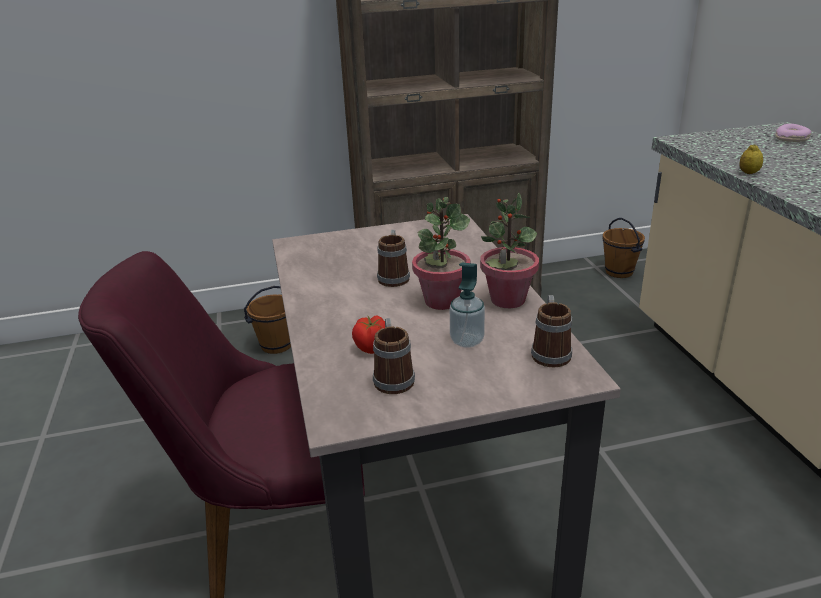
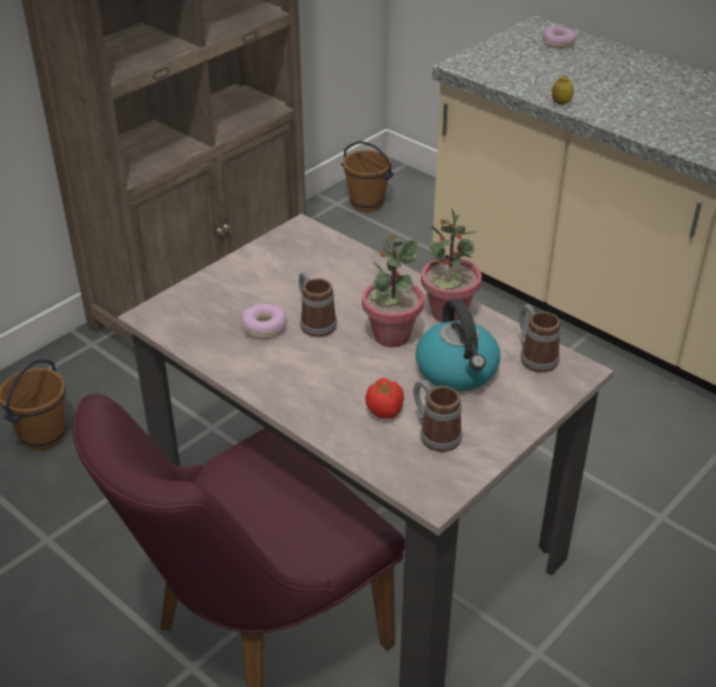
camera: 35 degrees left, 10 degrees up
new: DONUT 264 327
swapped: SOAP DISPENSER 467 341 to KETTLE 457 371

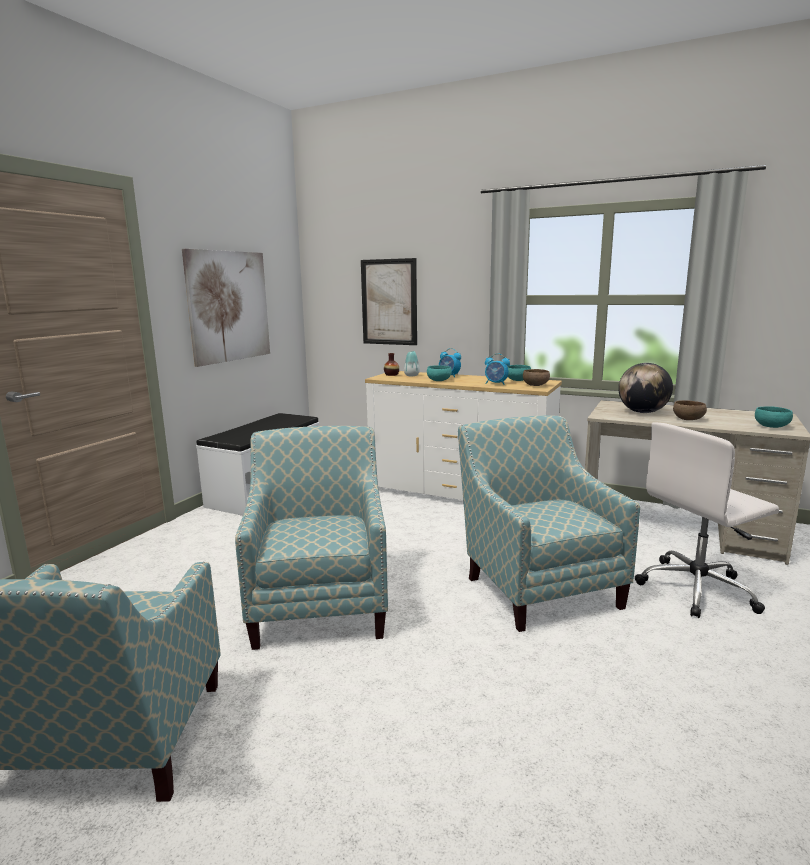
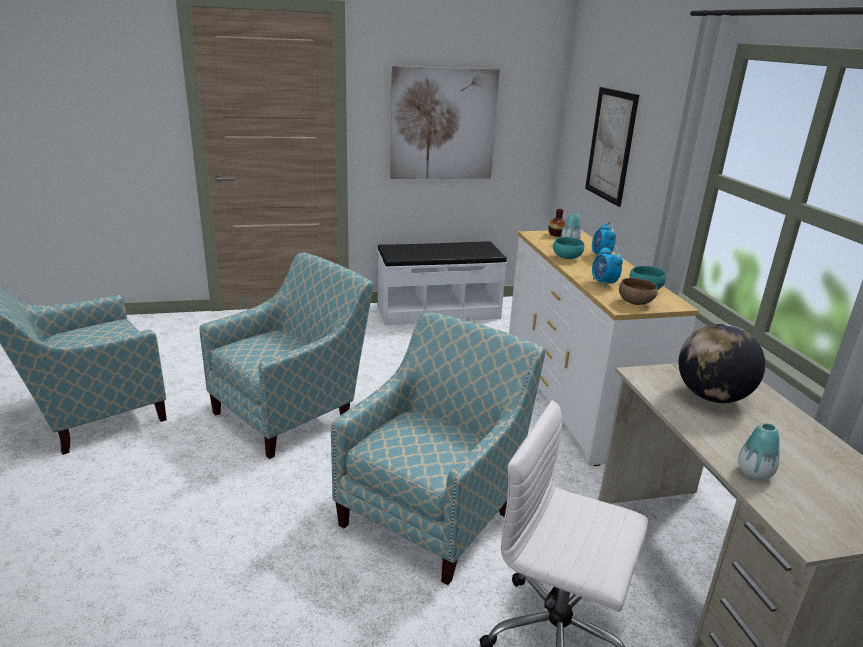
camera: 50 degrees right, 10 degrees up
gone: BROWN BOWL 688 419; TURQUOISE BOWL 771 426
new: VASE 754 473

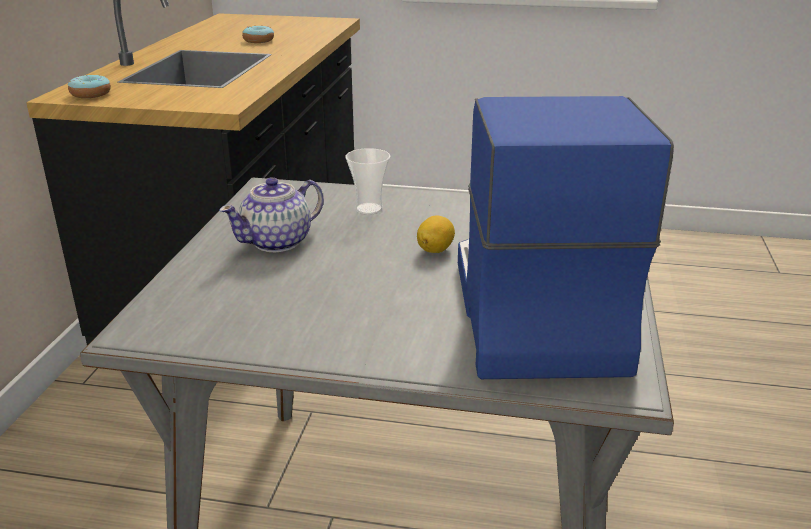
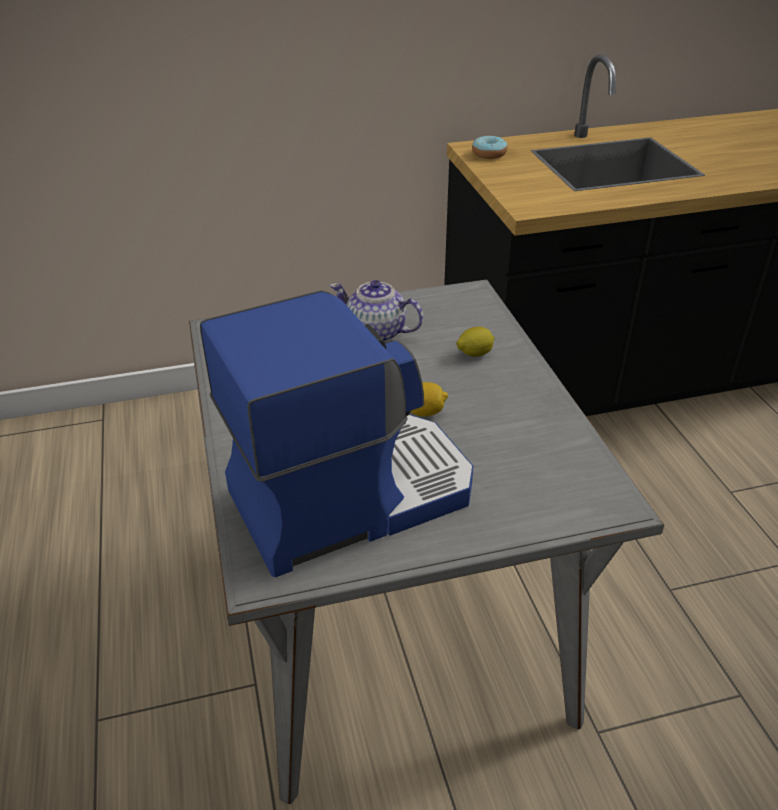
camera: 65 degrees right, 10 degrees up
gone: DONUT 258 41
swapped: CUP 369 209 to LEMON 474 354

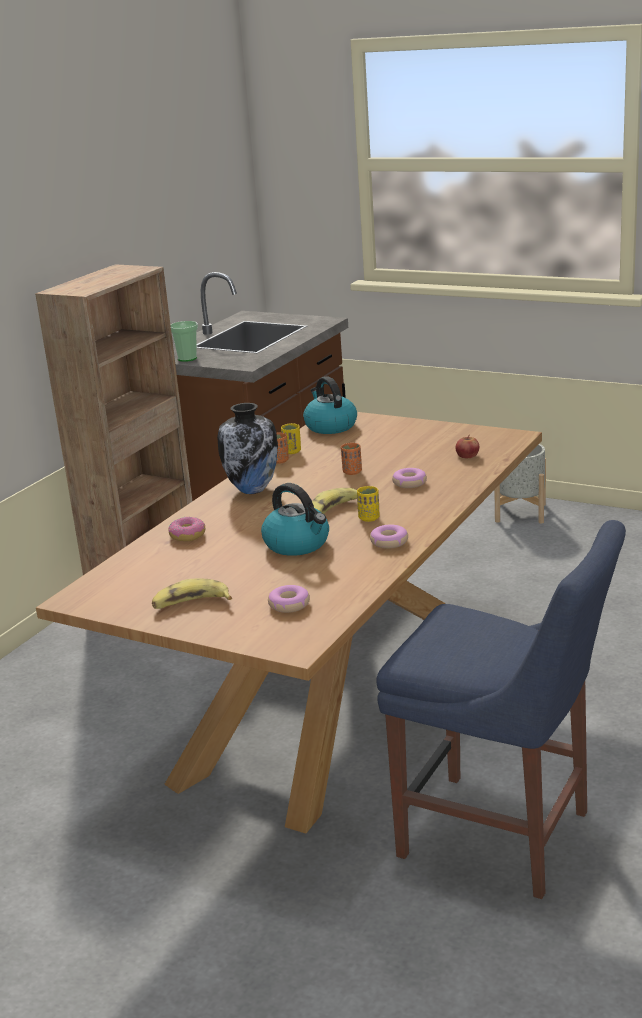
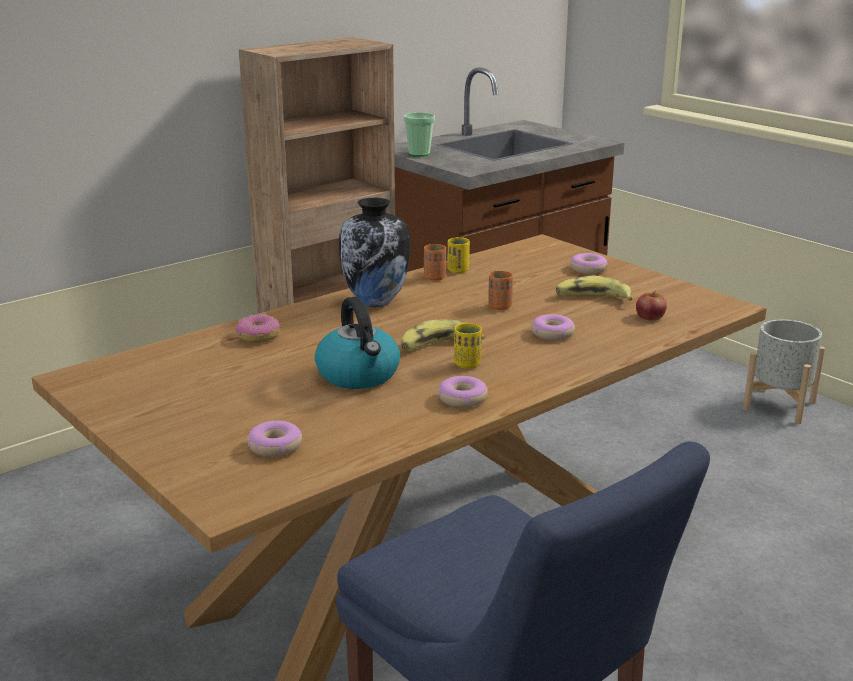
camera: 20 degrees right, 0 degrees up
gone: KETTLE 330 426
new: DONUT 588 269
shifted: BANANA 191 604 to 592 298

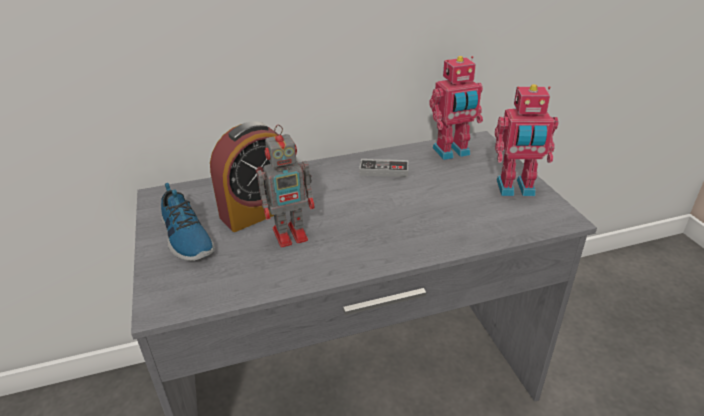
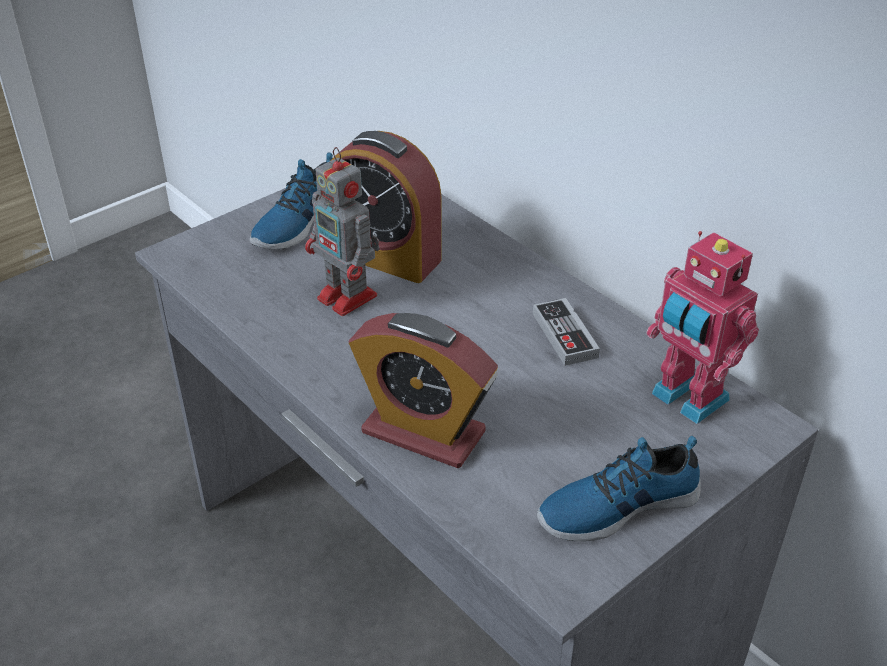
camera: 65 degrees right, 5 degrees up
new: ALARM CLOCK 423 432
swapped: TOY ROBOT 516 189 to SHOE 617 505

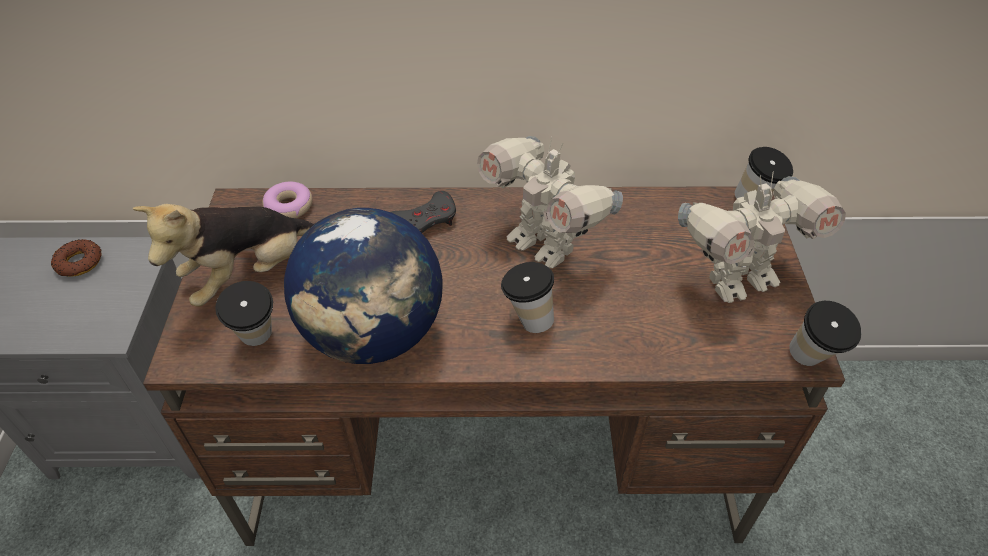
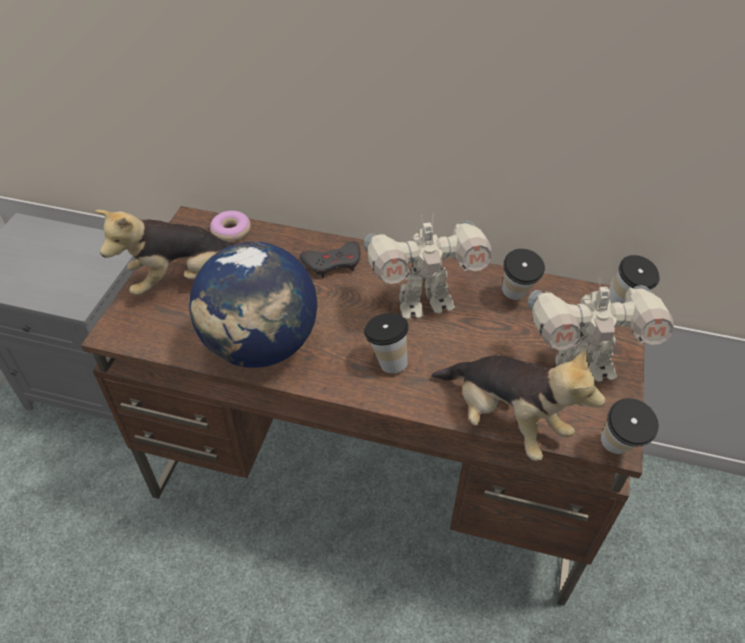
camera: 15 degrees right, 0 degrees up
gone: DONUT 79 262
new: PLUSH TOY 504 420
shifted: CUP 258 342 to 516 297
rotated: TOY ROBOT 543 244 = 423 302 75 degrees counterclockwise

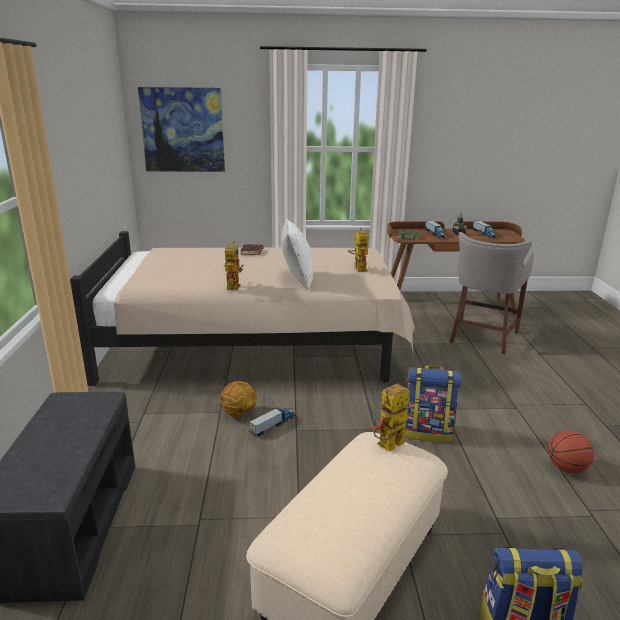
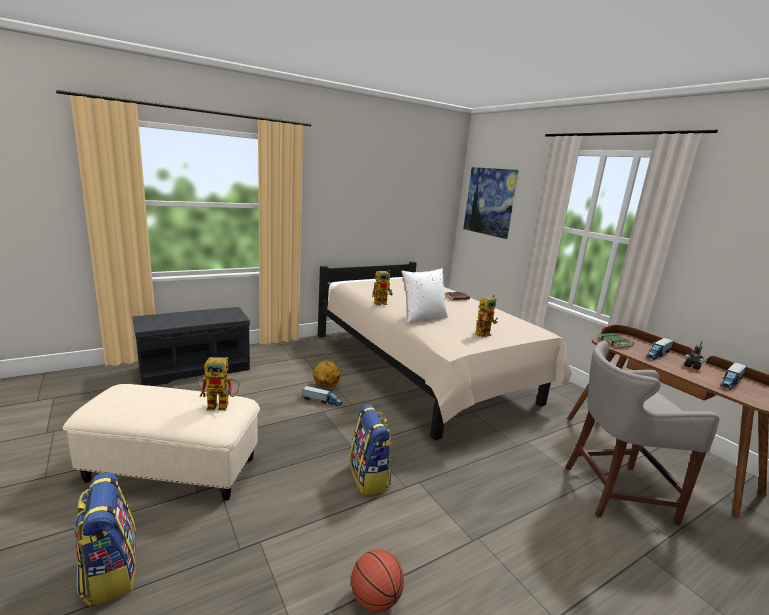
camera: 60 degrees right, 5 degrees down
rotated: TOY ROBOT 388 447 = 223 405 150 degrees clockwise

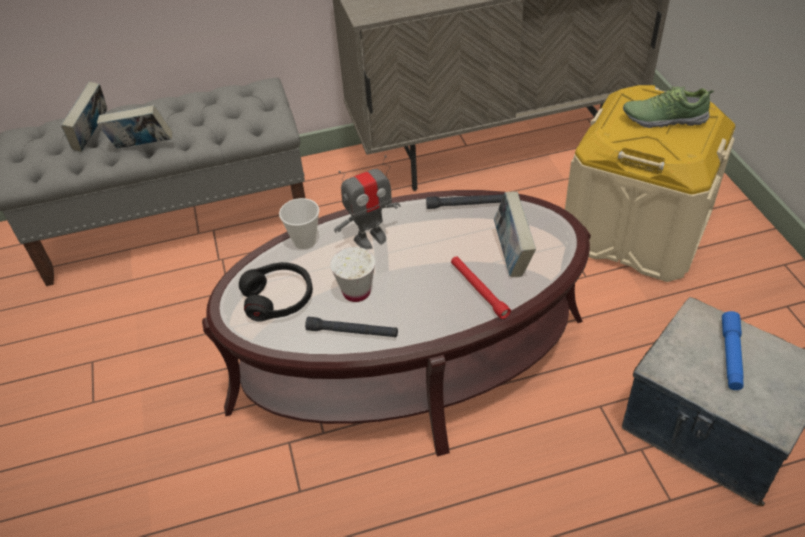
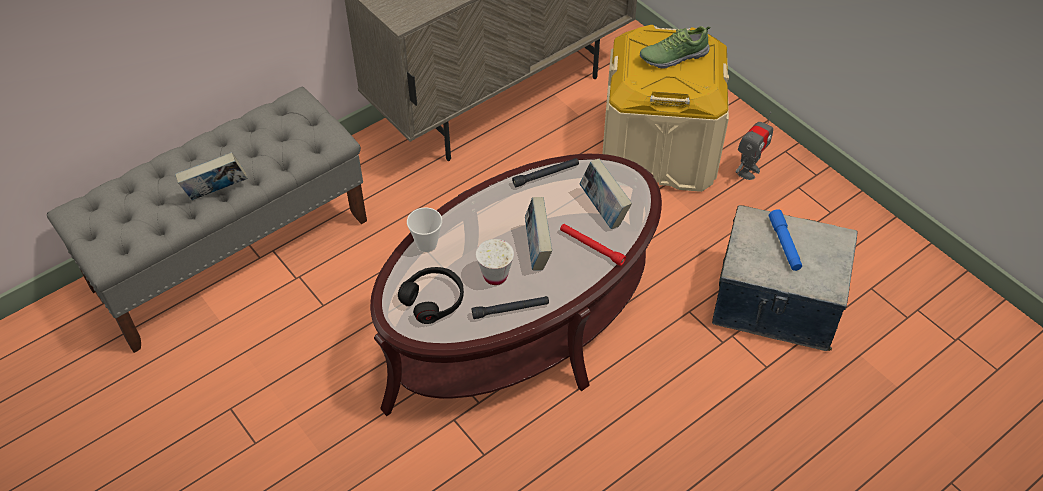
camera: 25 degrees left, 5 degrees up
shifted: BOOK 93 137 to 537 250; TOY ROBOT 370 238 to 748 171

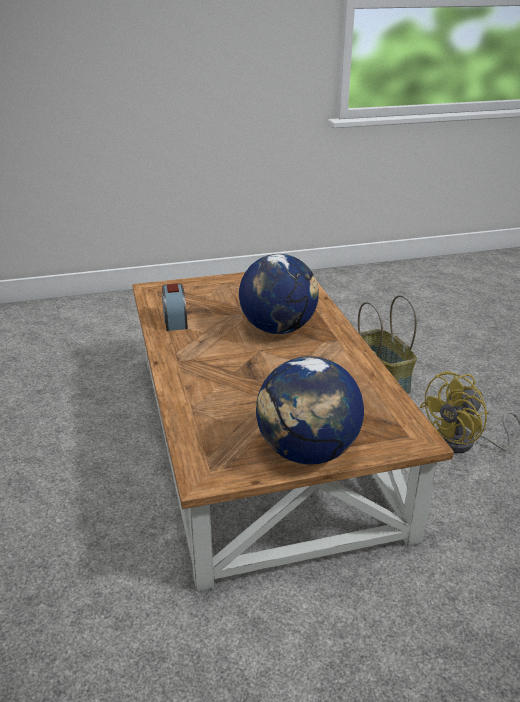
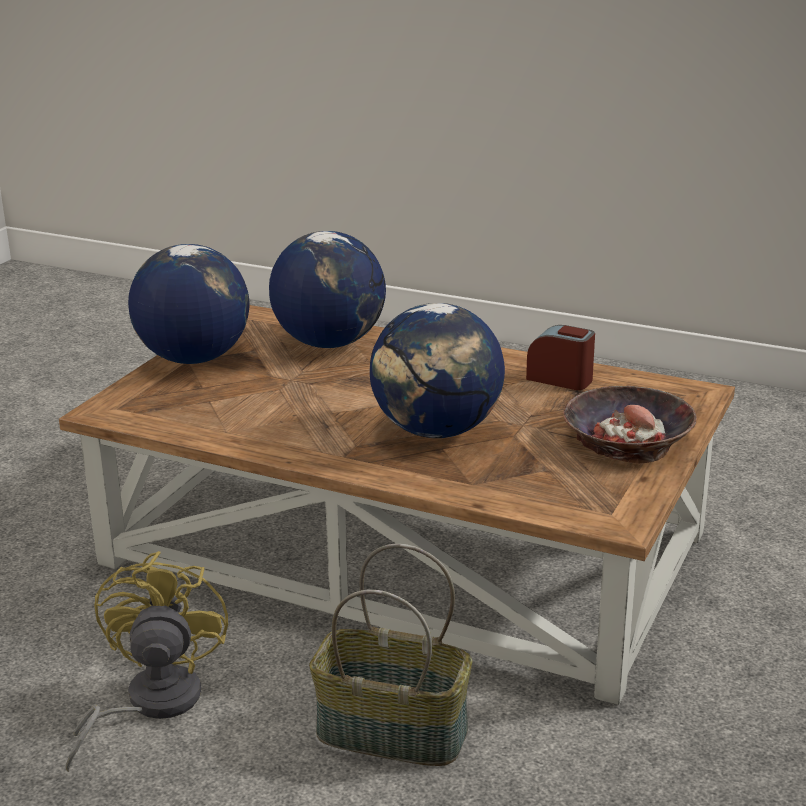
camera: 130 degrees right, 5 degrees down
new: GLOBE 329 343; BOWL 627 439

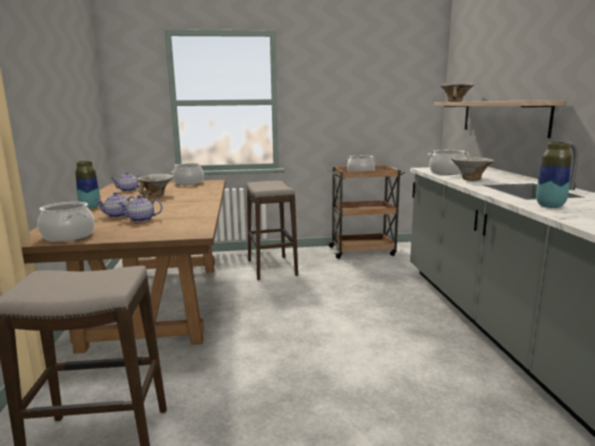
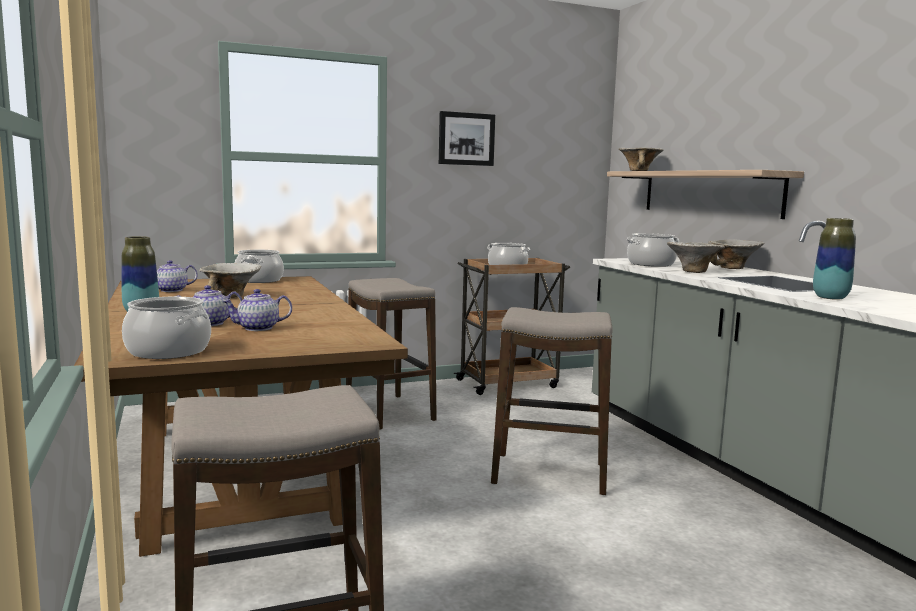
camera: 15 degrees left, 5 degrees down
new: PICTURE 466 139; BOWL 732 268; STOOL 549 474

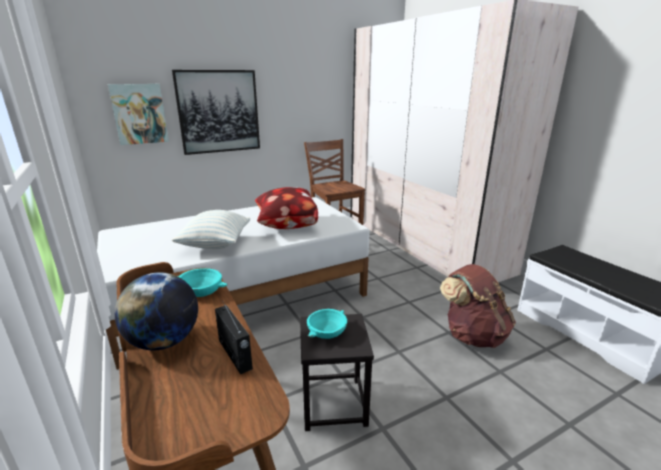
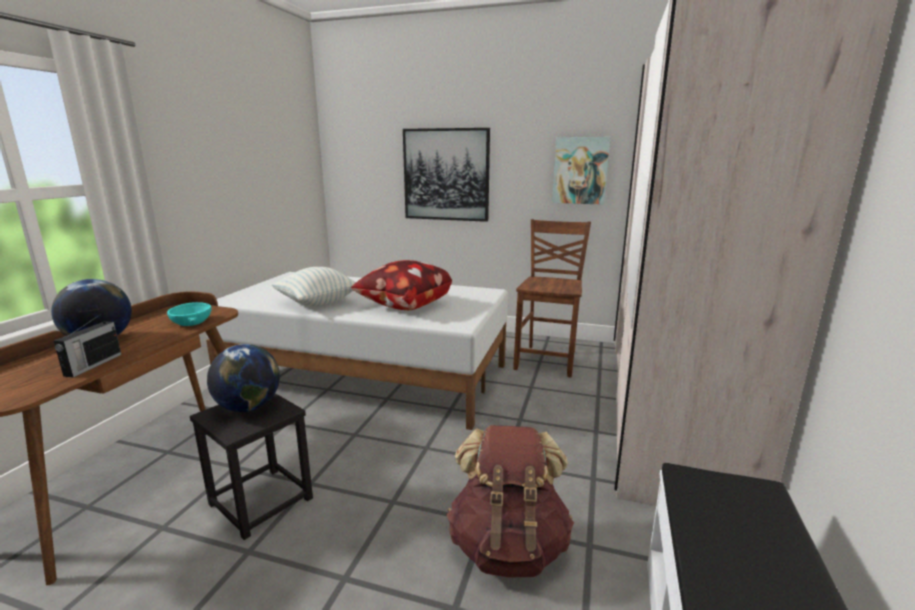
camera: 45 degrees right, 5 degrees down
shifted: PICTURE 139 114 to 580 170
swapped: TURQUOISE BOWL 326 331 to GLOBE 249 407

